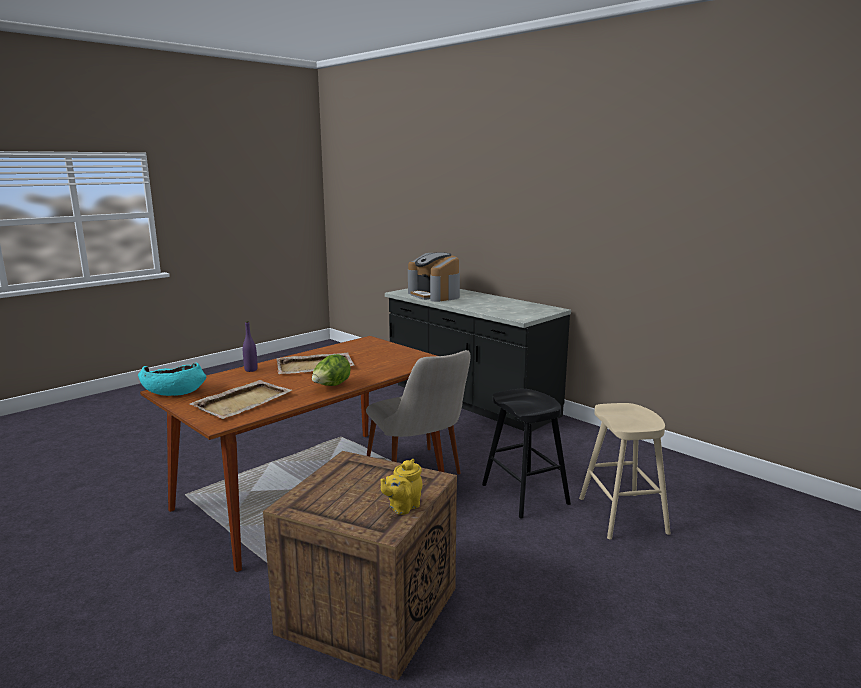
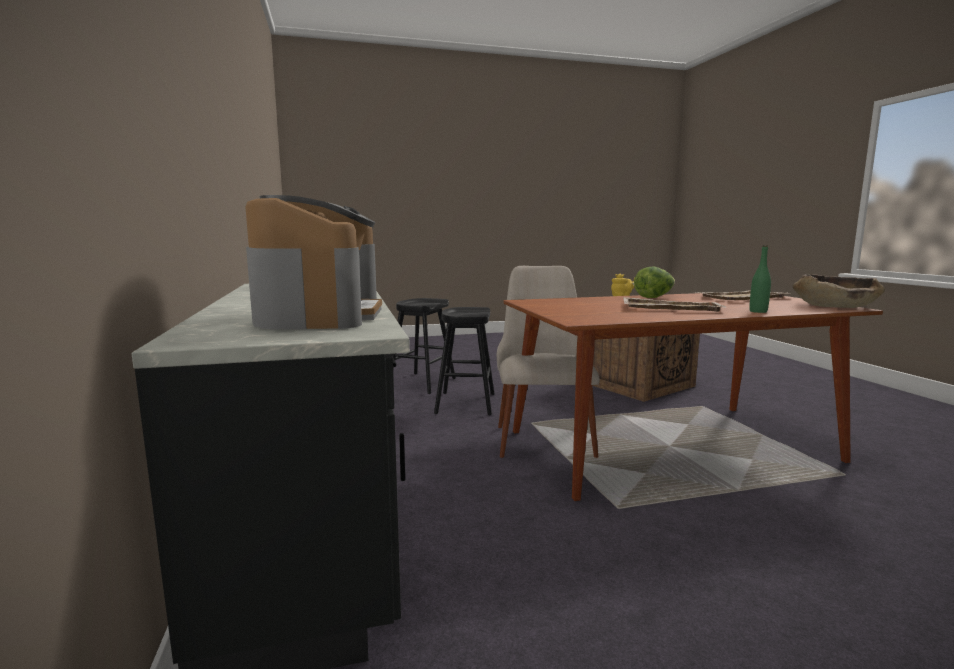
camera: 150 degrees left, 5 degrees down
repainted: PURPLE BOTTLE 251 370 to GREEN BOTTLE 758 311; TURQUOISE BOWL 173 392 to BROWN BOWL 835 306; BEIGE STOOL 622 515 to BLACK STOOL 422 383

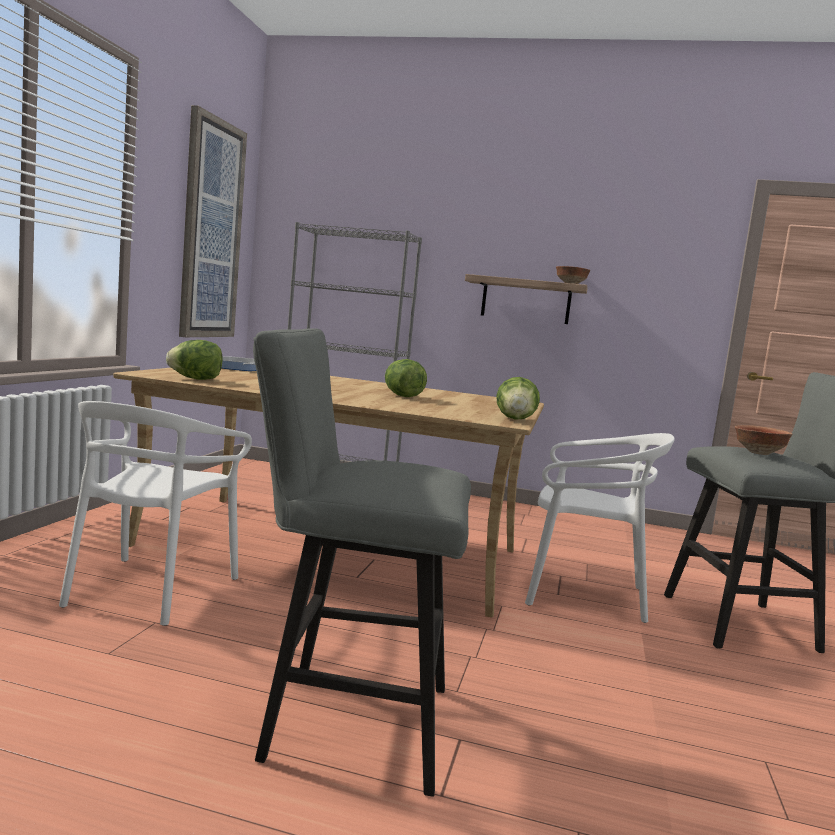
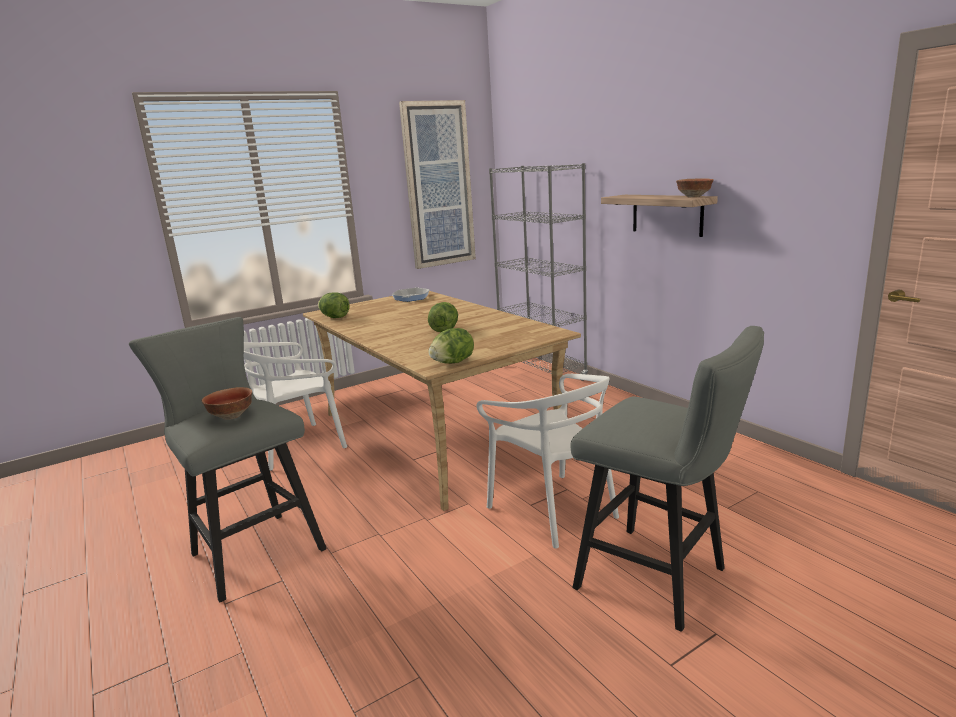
camera: 45 degrees right, 10 degrees up
shifted: BOWL 759 453 to 230 416

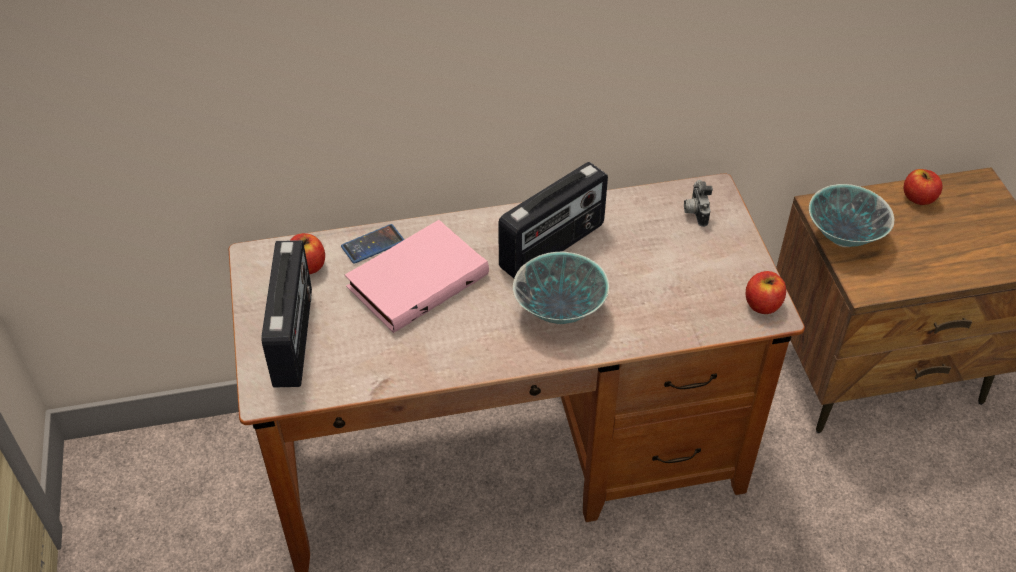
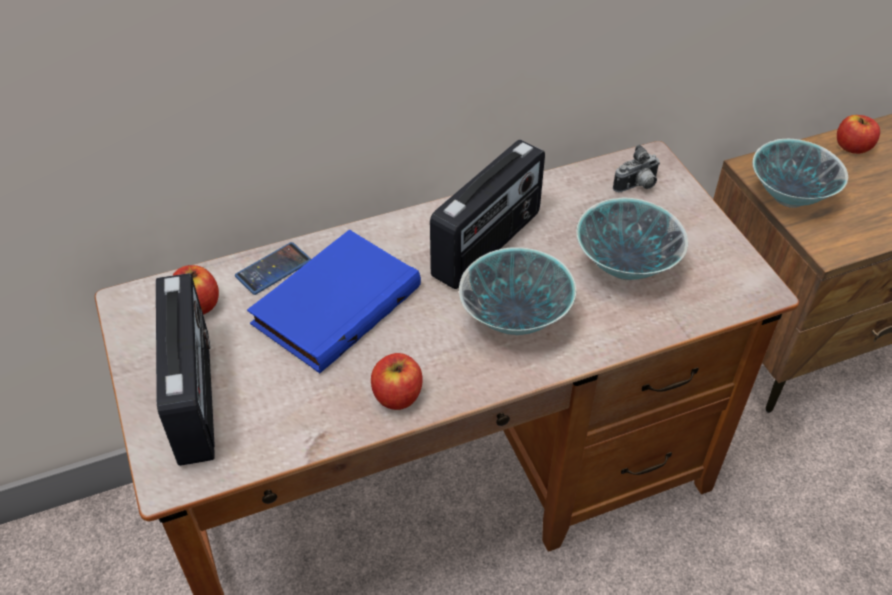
camera: 10 degrees left, 0 degrees up
new: BOWL 624 267
shifted: APPLE 762 304 to 397 395
repainted: PINK BOOK 416 279 to BLUE BOOK 334 303
rotated: PHOTO CAMERA 695 212 = 637 186 105 degrees counterclockwise

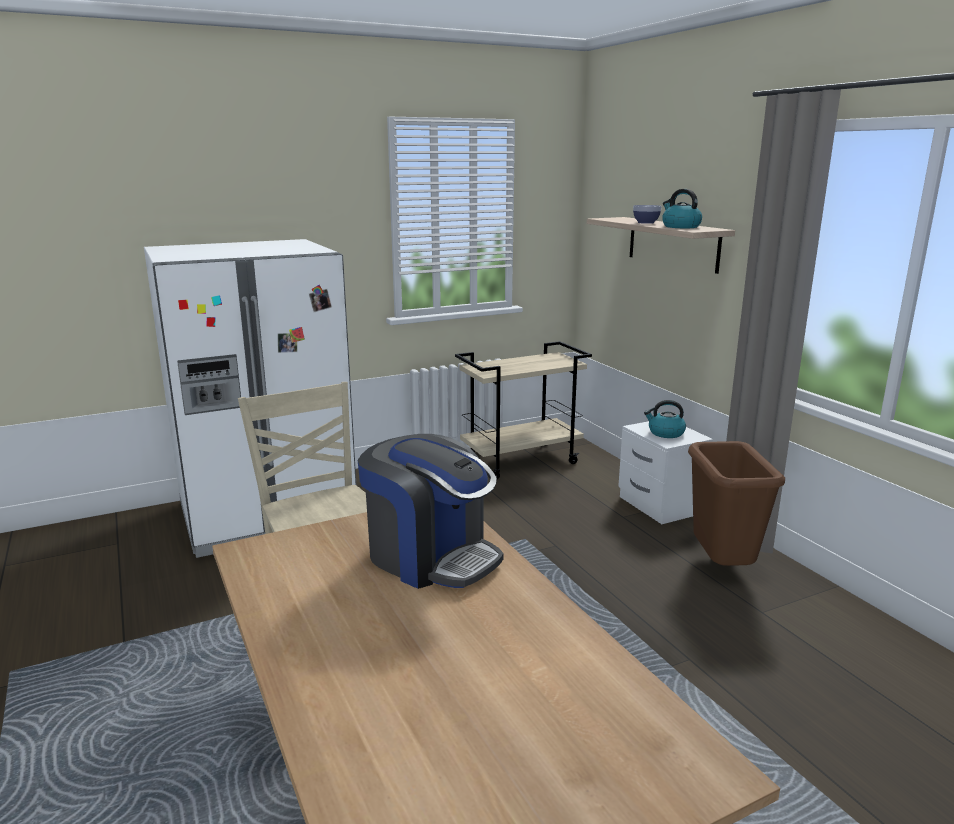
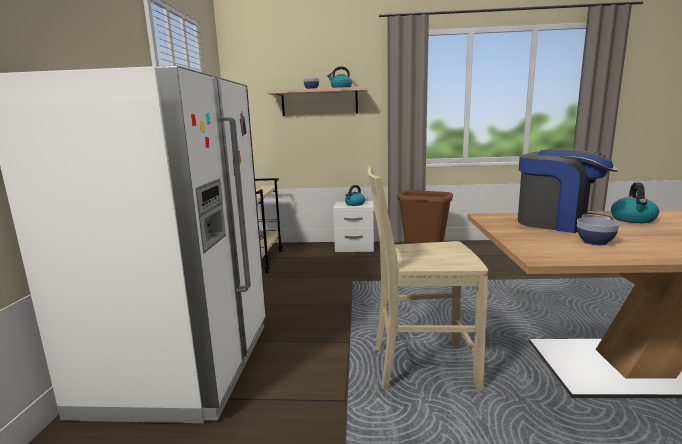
camera: 60 degrees left, 5 degrees down
new: KETTLE 633 220; BOWL 595 242
rotated: COFFEE MACHINE 431 557 = 559 223 60 degrees clockwise

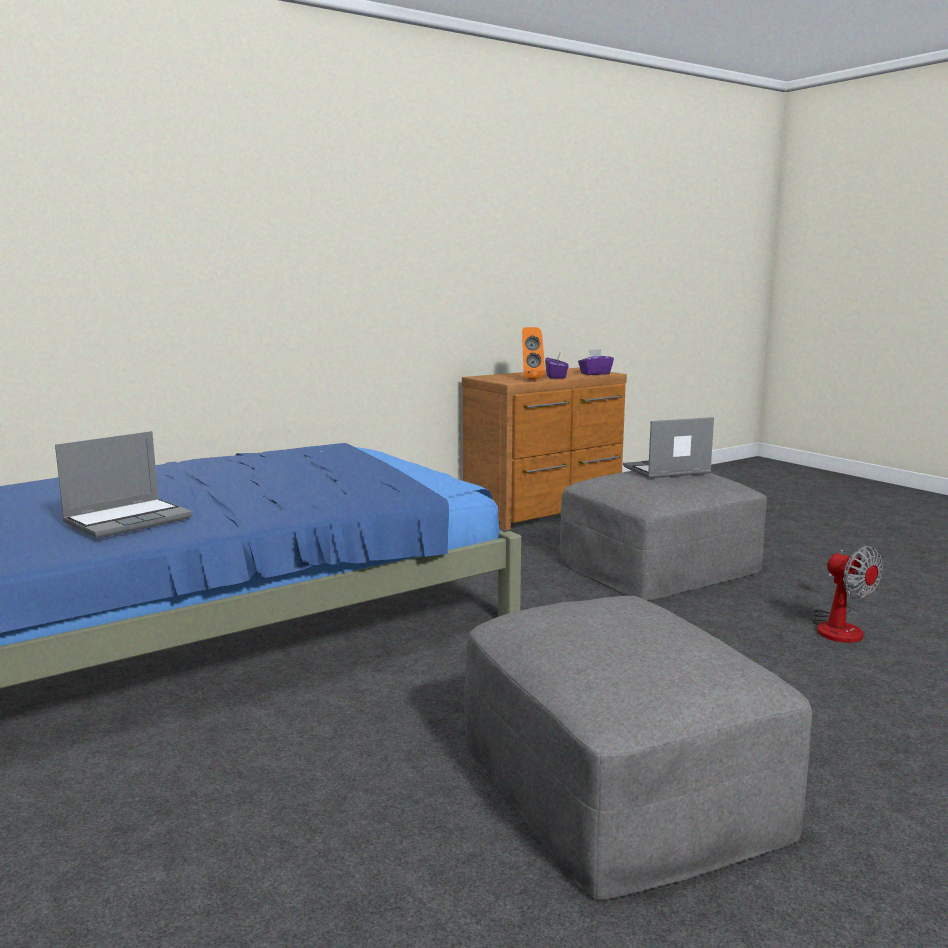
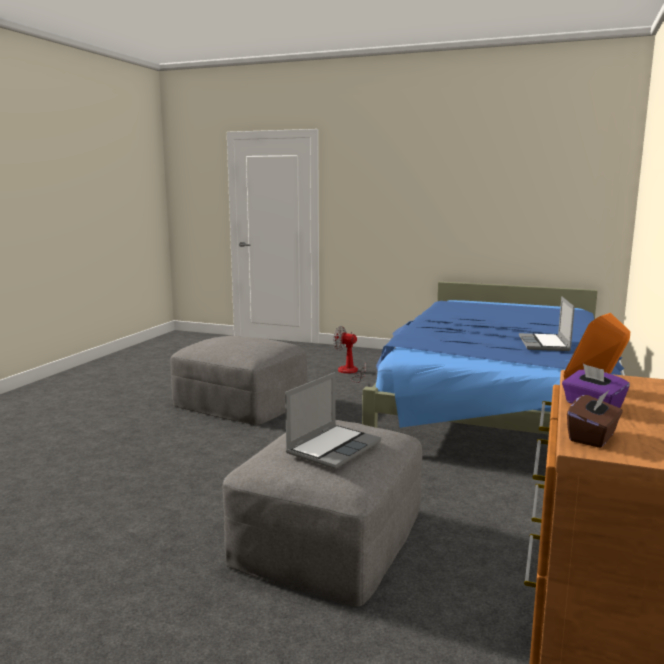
camera: 145 degrees right, 0 degrees up
shifted: LAPTOP 129 520 to 545 344; FAN 838 627 to 350 372
repainted: PURPLE TISSUE BOX 595 374 to BROWN TISSUE BOX 593 437

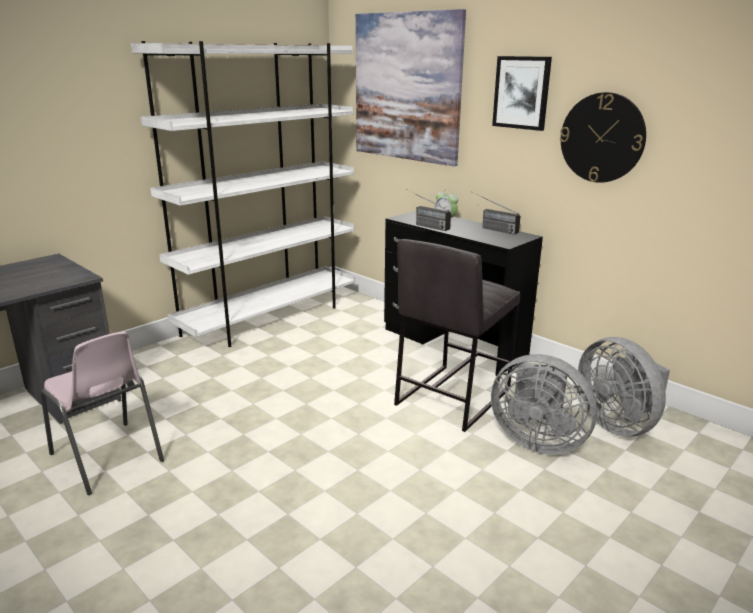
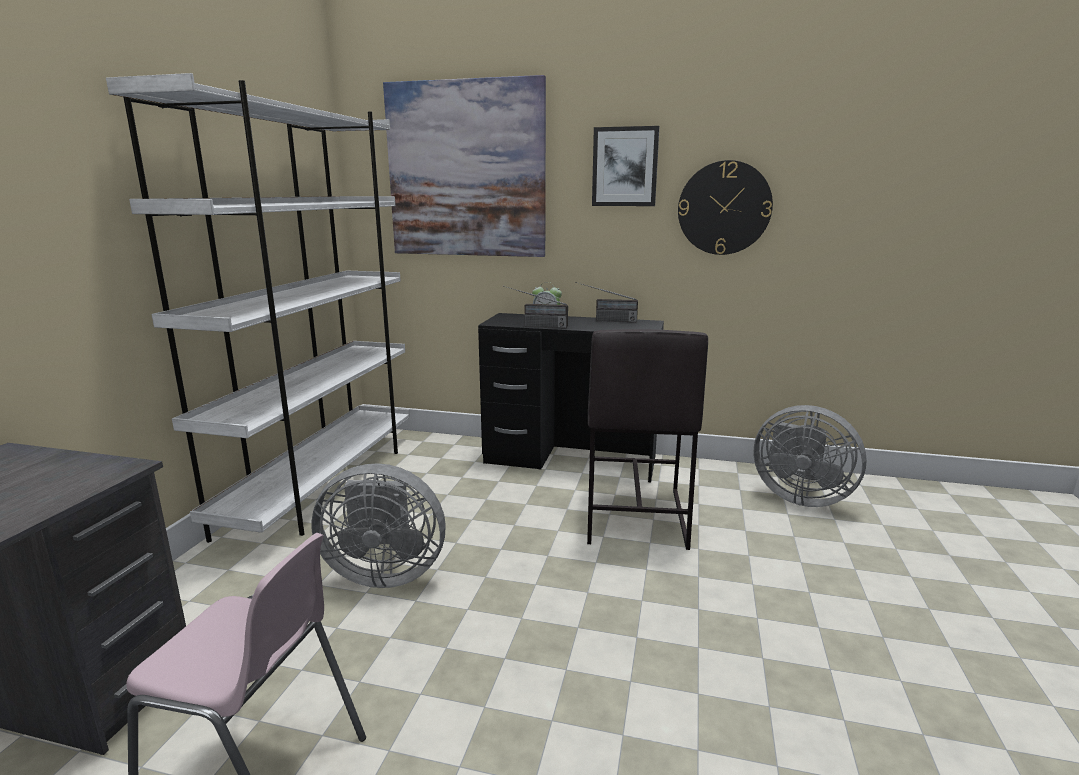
camera: 30 degrees left, 5 degrees down
shifted: GREY FAN 537 440 to 384 573

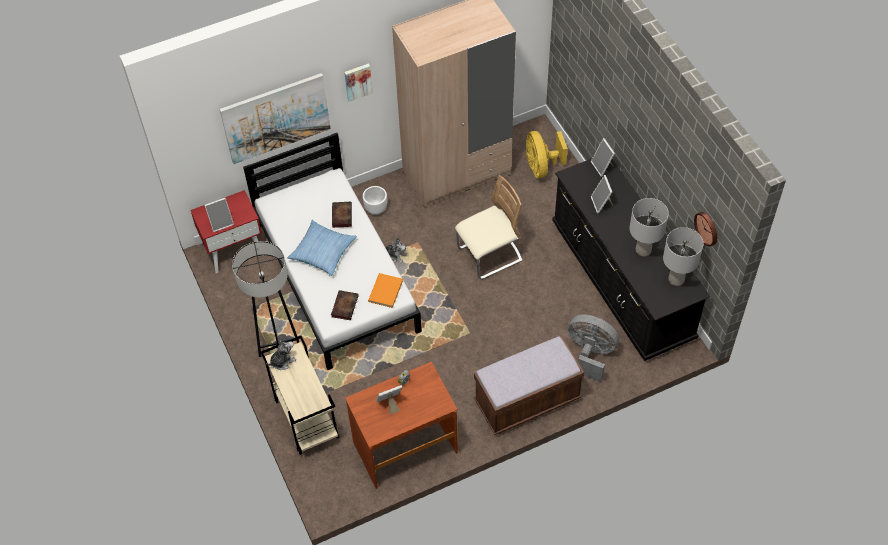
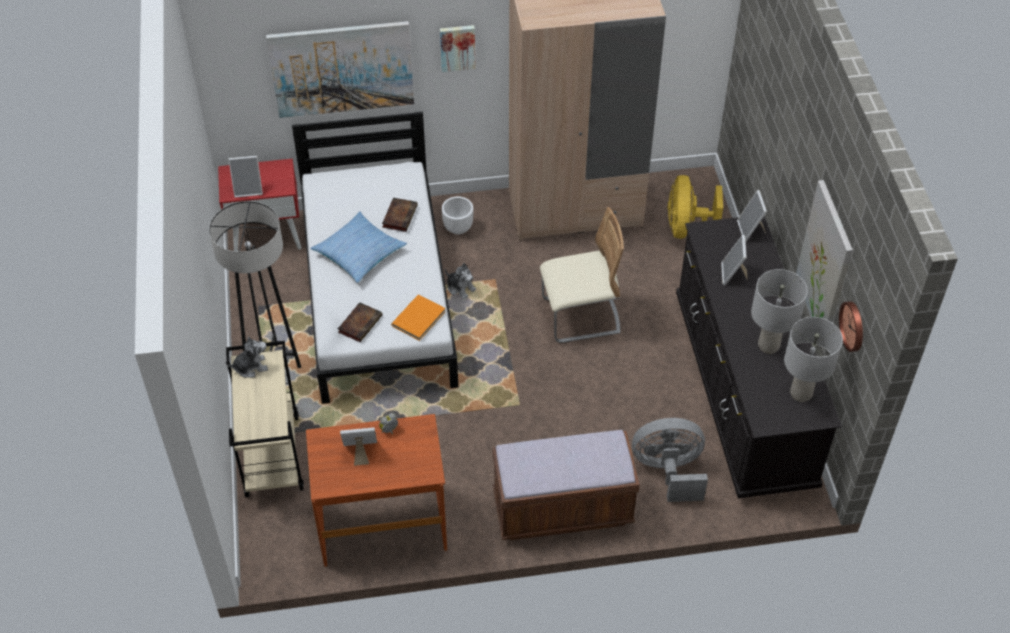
camera: 15 degrees right, 5 degrees down
new: PICTURE 825 262
rotated: GREY FAN 590 354 = 669 471 45 degrees counterclockwise

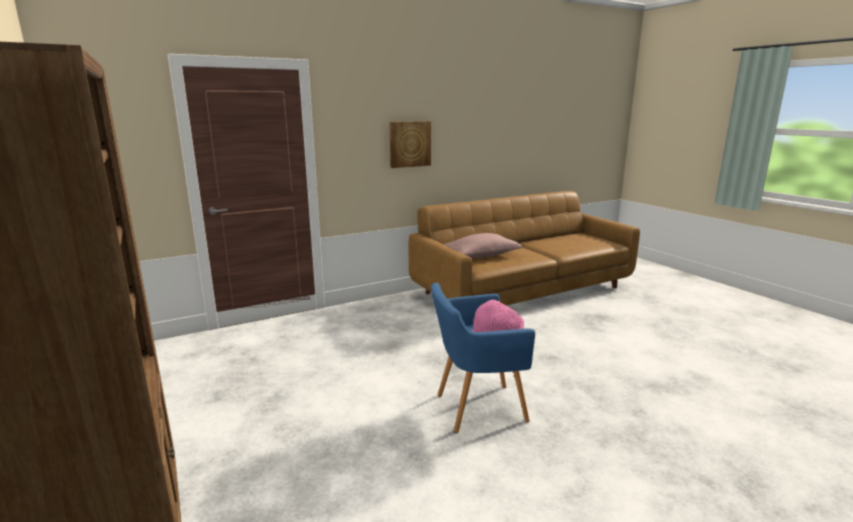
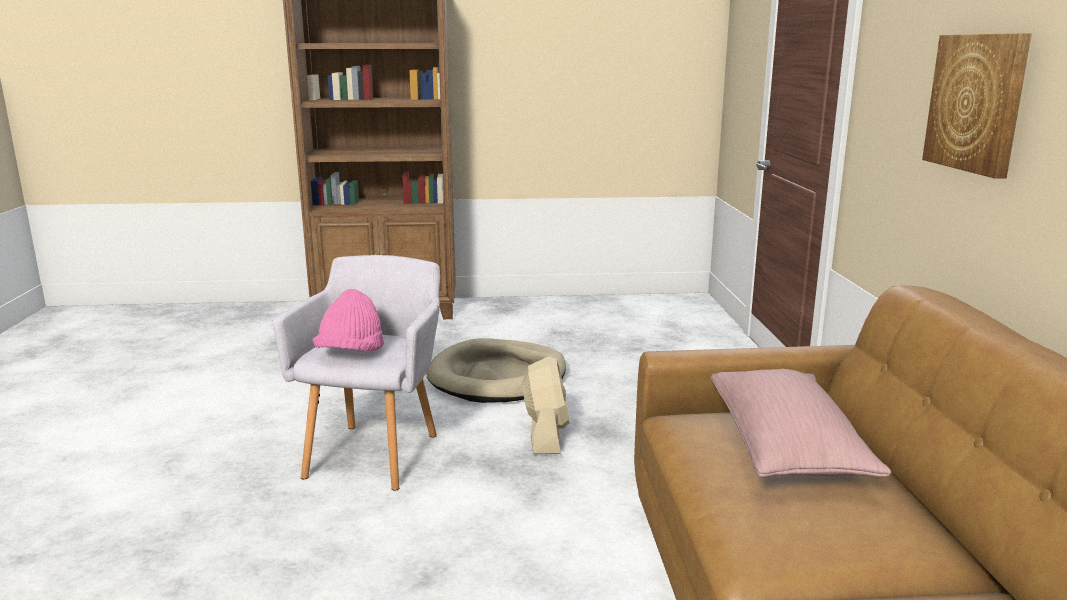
camera: 115 degrees right, 0 degrees up
new: BEIGE DOG BED 498 377; BEIGE FAN 546 435
repainted: BLUE ARMCHAIR 476 407 to GREY ARMCHAIR 376 451

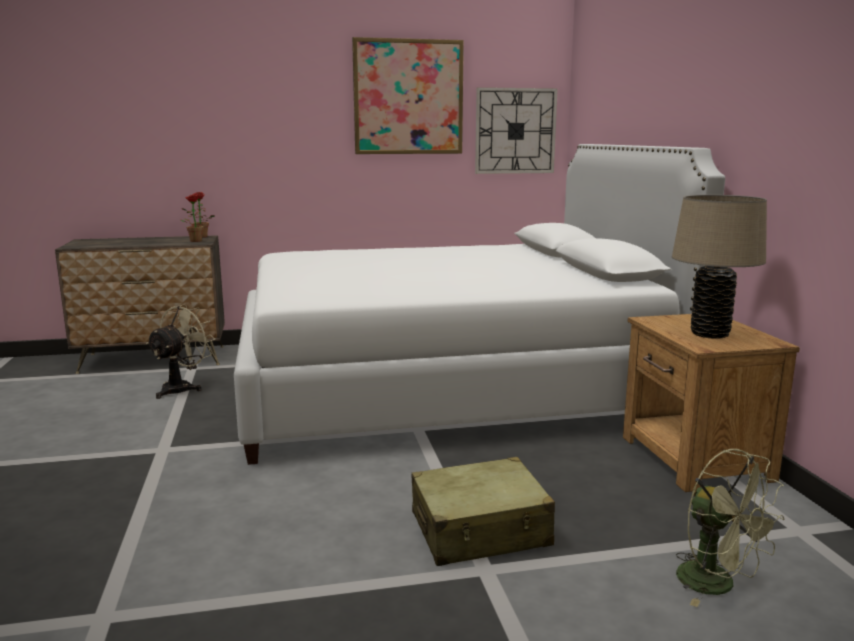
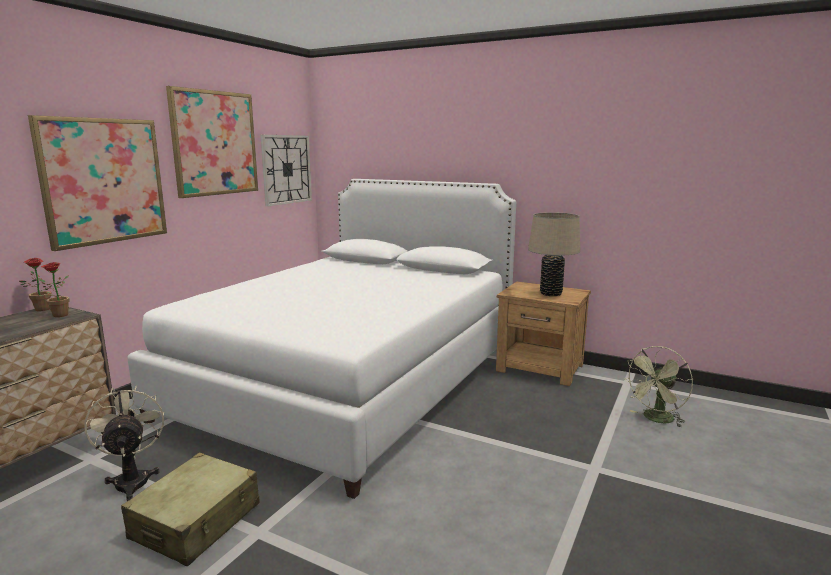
camera: 50 degrees left, 0 degrees up
new: PICTURE 104 181
shifted: BEIGE SUITCASE 480 530 to 196 521
rotated: GREEN FAN 717 585 = 656 420 135 degrees clockwise

